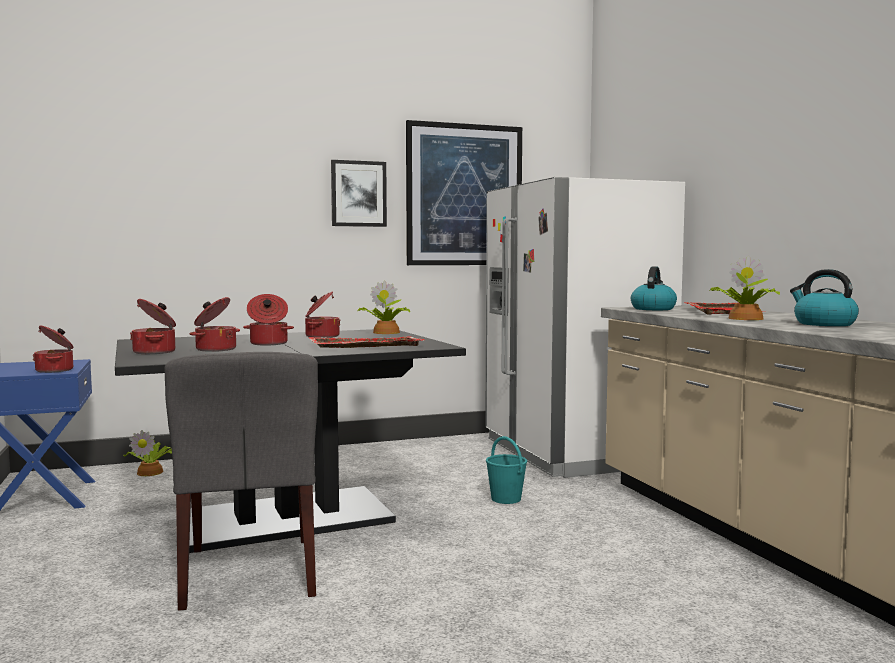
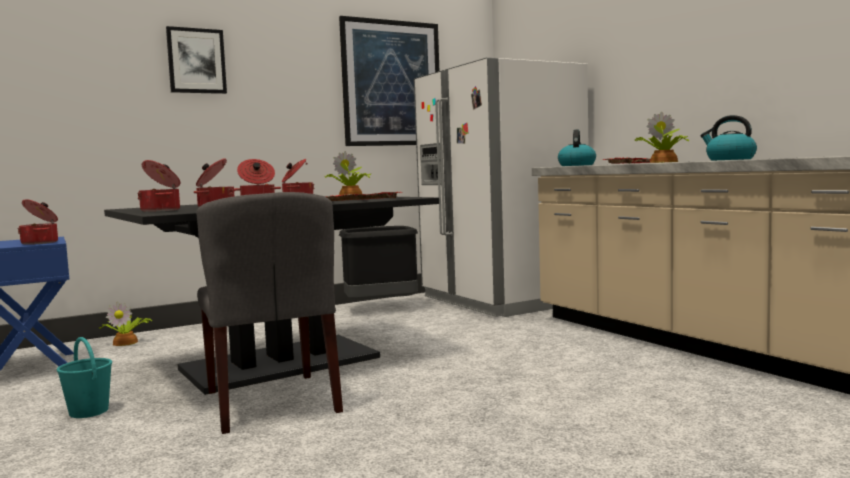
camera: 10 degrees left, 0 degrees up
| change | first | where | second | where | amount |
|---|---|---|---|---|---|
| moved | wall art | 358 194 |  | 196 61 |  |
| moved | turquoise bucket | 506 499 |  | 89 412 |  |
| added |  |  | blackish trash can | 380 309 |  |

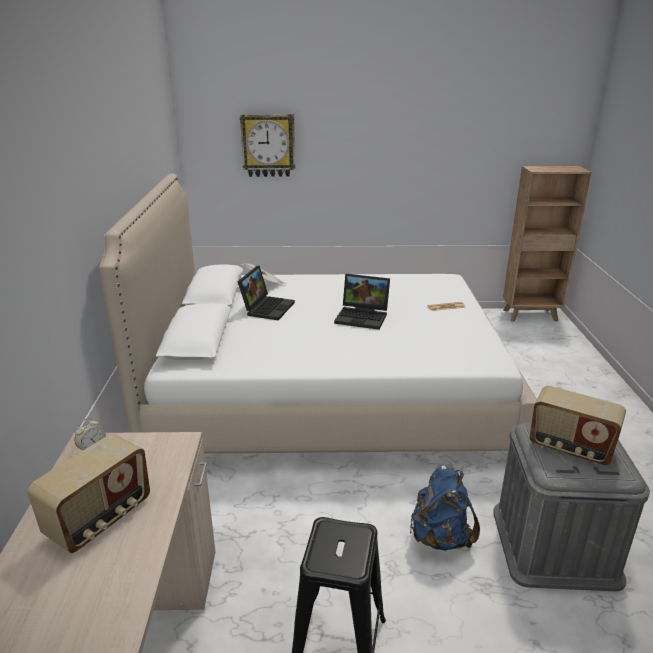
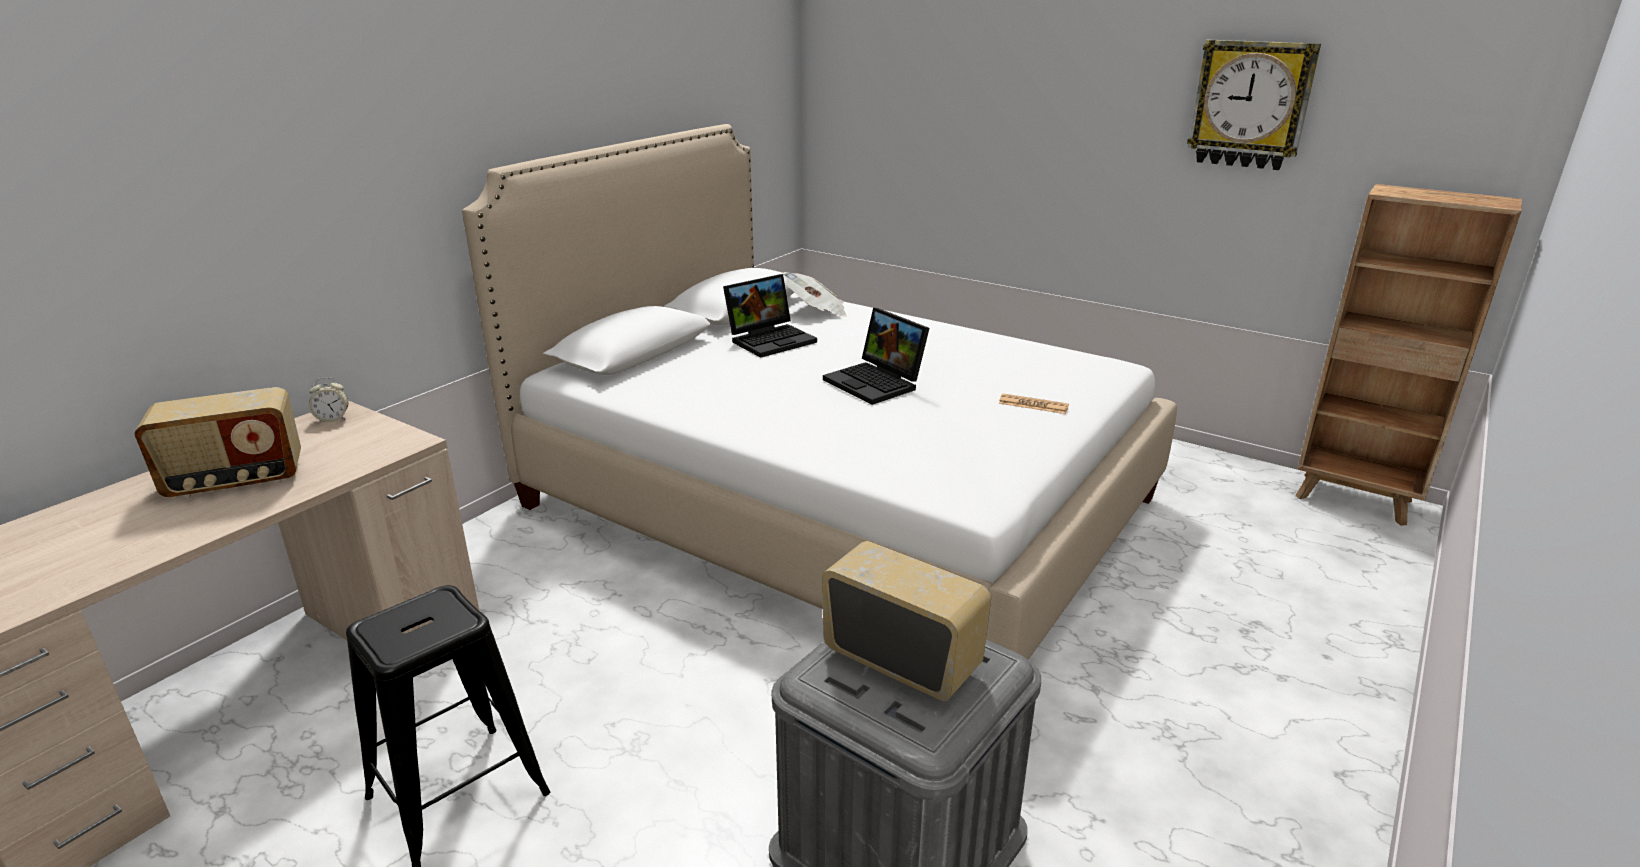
camera: 35 degrees right, 0 degrees up
| change | first | where | second | where | amount |
|---|---|---|---|---|---|
| moved | clock on the wall | 268 145 |  | 1250 104 |  |
| removed | bluish knapsack | 440 537 |  |  |  |
| turned | radio receiver | 570 448 |  | 902 660 | 150 degrees clockwise |

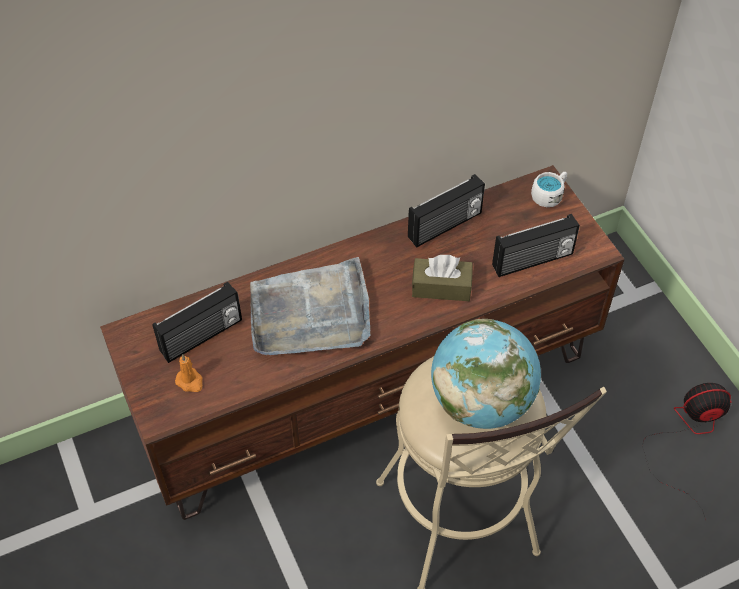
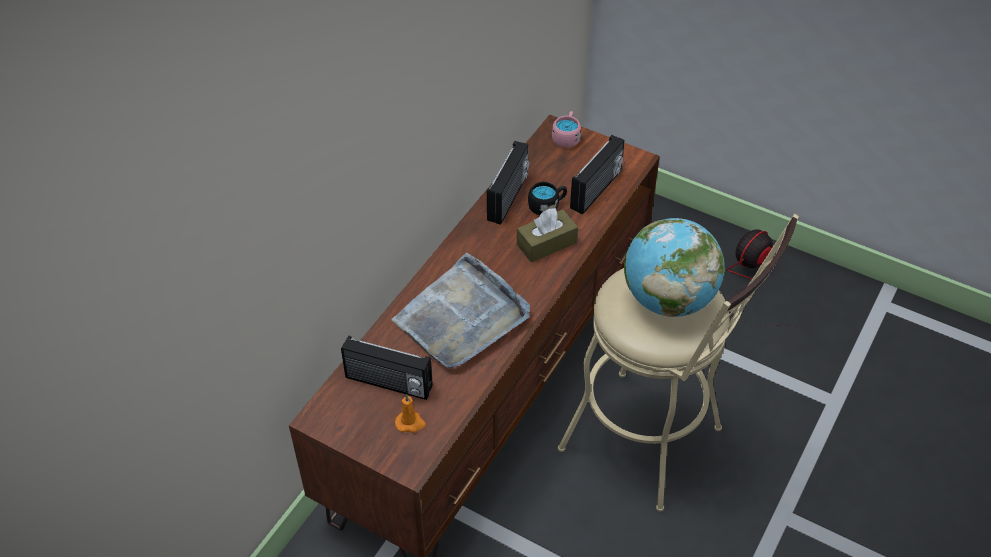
camera: 35 degrees left, 5 degrees down
| change | first | where | second | where | amount |
|---|---|---|---|---|---|
| turned | radio receiver | 202 337 |  | 388 383 | 90 degrees clockwise |
| recoloured | white-coloured coffee mug | 549 195 | pink coffee mug | 566 137 |  |
| added |  |  | blackish coffee mug | 547 206 |  |

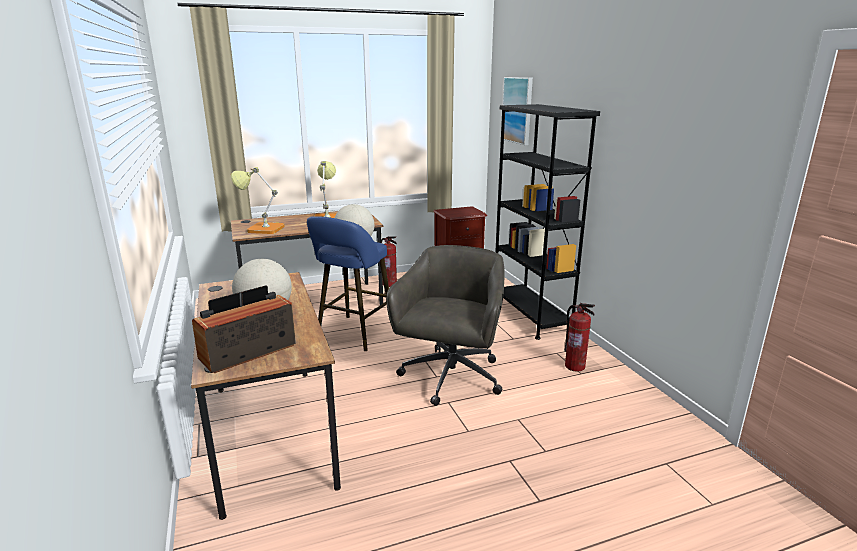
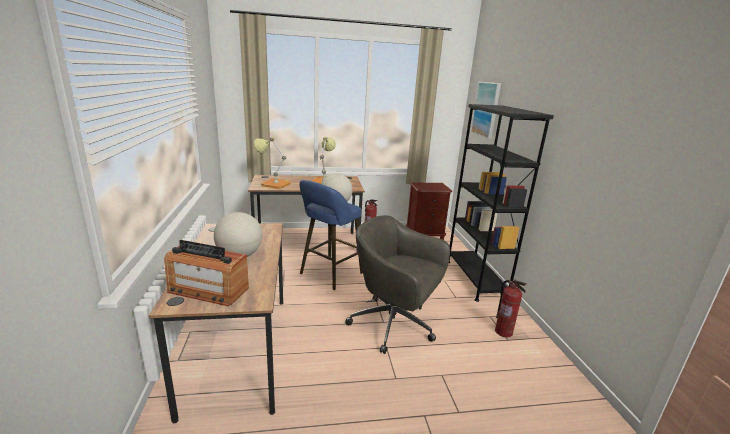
camera: 10 degrees right, 0 degrees up
| change | first | where | second | where | amount |
|---|---|---|---|---|---|
| turned | radio receiver | 248 351 |  | 208 290 | 135 degrees counterclockwise |
| turned | grey computer chair | 450 378 |  | 394 325 | 90 degrees counterclockwise |

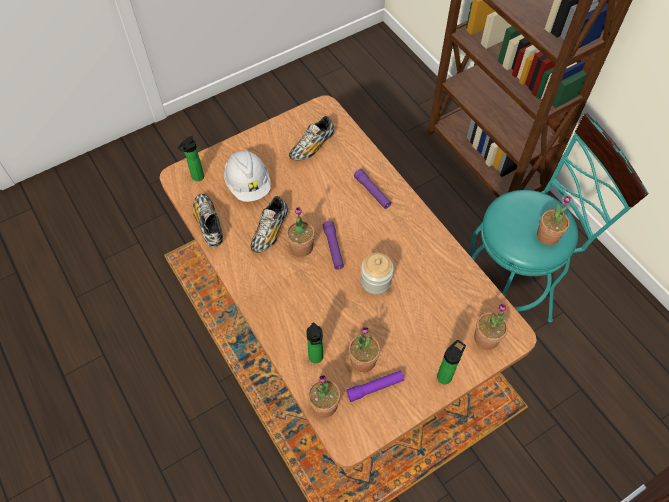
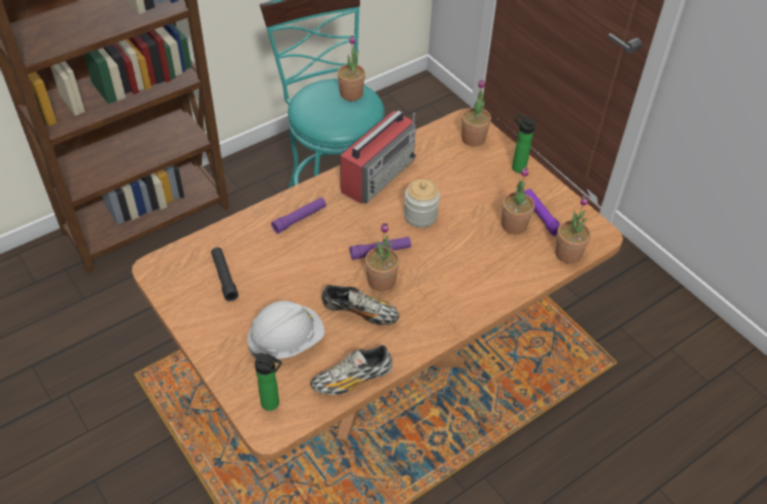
camera: 95 degrees left, 10 degrees down
| change | first | where | second | where | amount |
|---|---|---|---|---|---|
| replaced | low shoe | 312 146 | blackish flashlight | 224 277 |  |
| removed | bottle | 316 359 |  |  |  |
| added |  |  | radio receiver | 378 174 |  |

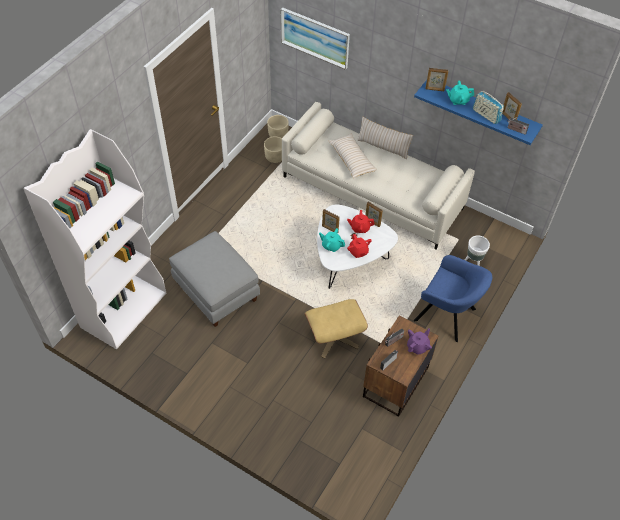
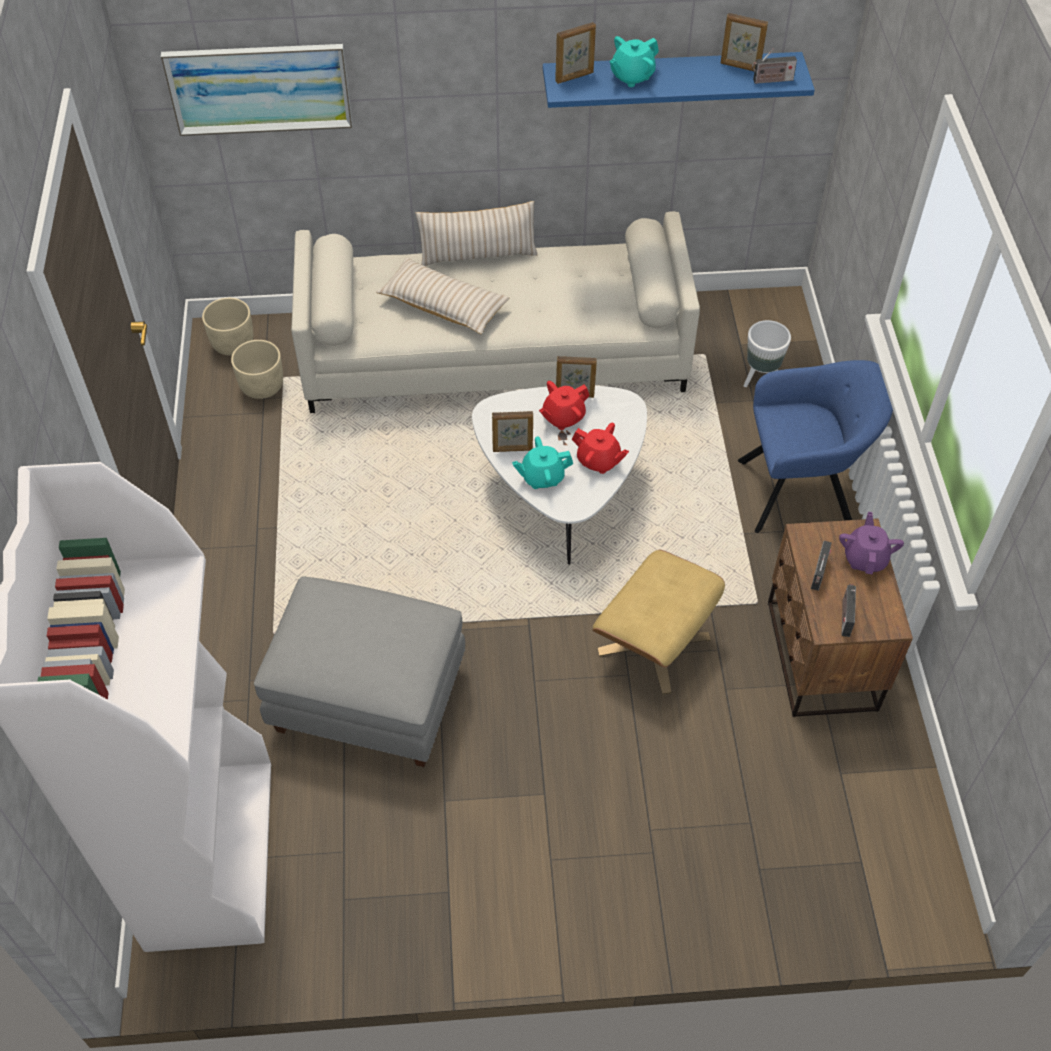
camera: 35 degrees left, 0 degrees up
| change | first | where | second | where | amount |
|---|---|---|---|---|---|
| removed | radio receiver | 486 115 |  |  |  |

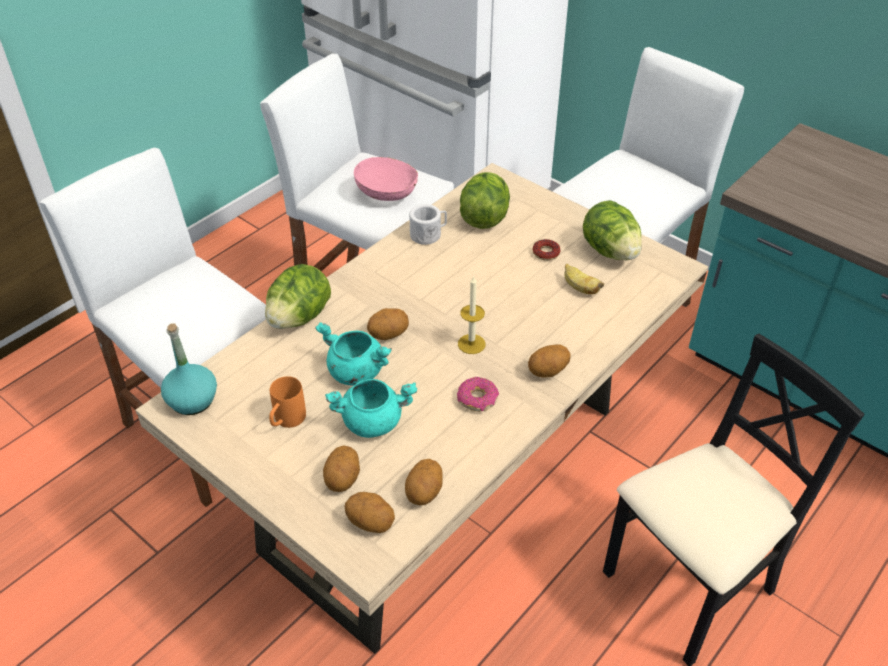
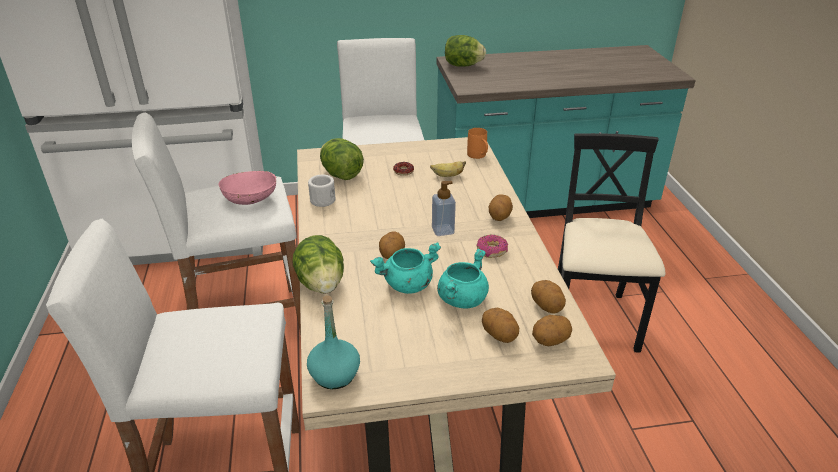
camera: 50 degrees left, 10 degrees down
| change | first | where | second | where | amount |
|---|---|---|---|---|---|
| moved | orange coffee mug | 286 421 |  | 478 156 |  |
| replaced | wax candle | 471 344 | liquid soap bottle | 443 230 |  |
| moved | lettuce | 610 251 |  | 463 65 |  |

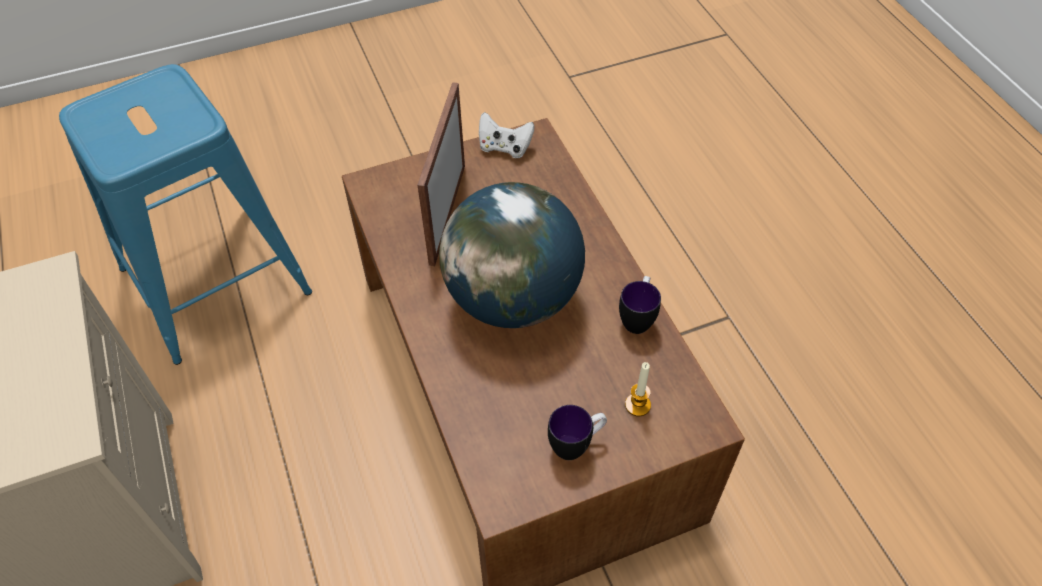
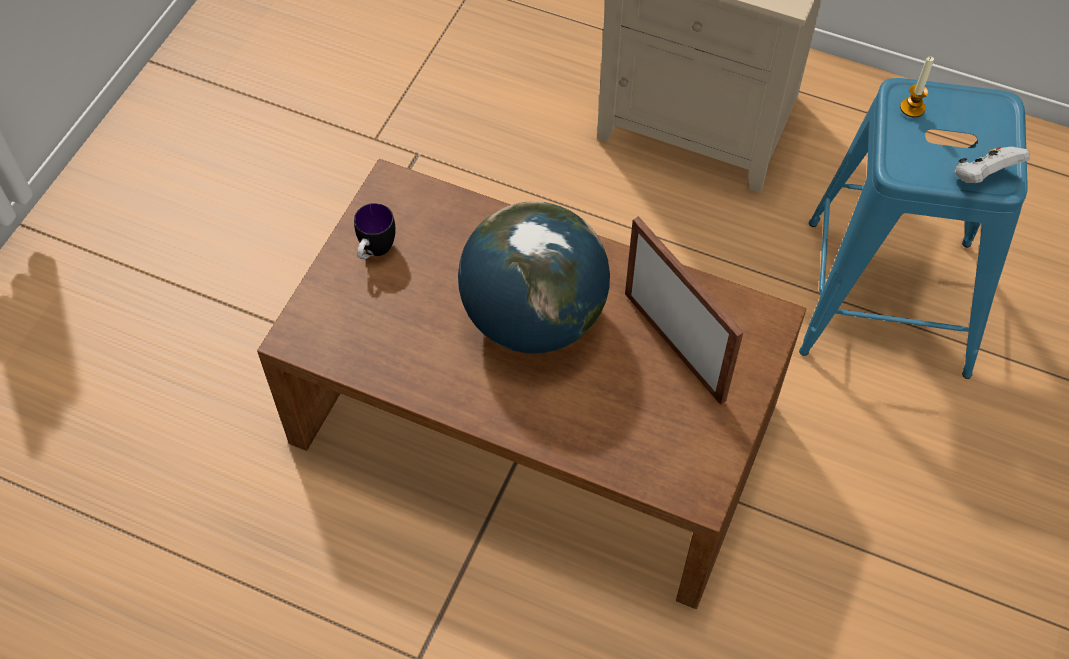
camera: 135 degrees right, 5 degrees up
| change | first | where | second | where | amount |
|---|---|---|---|---|---|
| moved | white-coloured gamepad | 505 148 |  | 983 176 |  |
| removed | coffee mug | 638 318 |  |  |  |
| moved | wax candle | 637 405 |  | 912 108 |  |

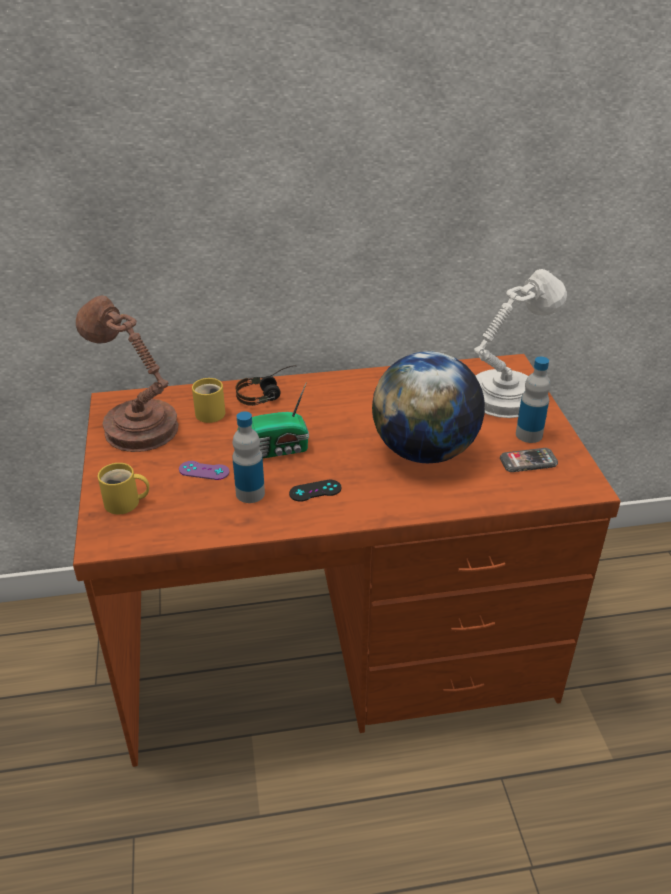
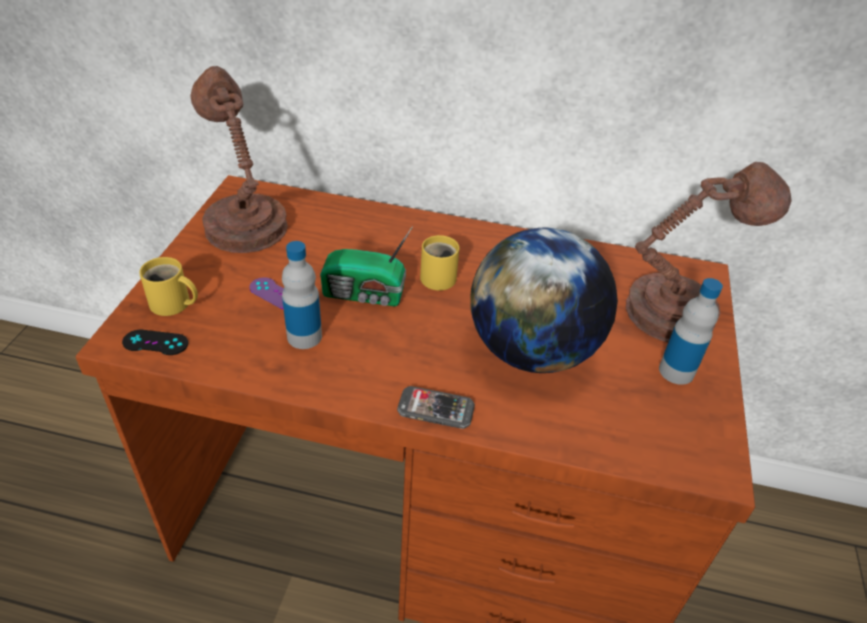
camera: 20 degrees right, 5 degrees up
| change | first | where | second | where | amount |
|---|---|---|---|---|---|
| moved | yellowish coffee mug | 211 412 |  | 440 276 |  |
| removed | headphones | 268 393 |  |  |  |
| moved | blackish gamepad | 315 491 |  | 155 343 |  |
| recoloured | white-coloured table lamp | 507 395 | brown table lamp | 677 311 |  |
| moved | phone | 528 462 |  | 435 409 |  |

